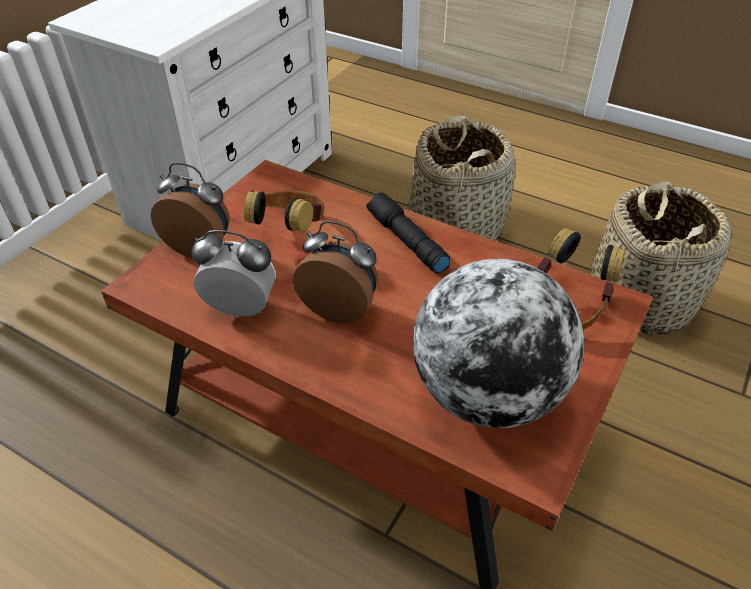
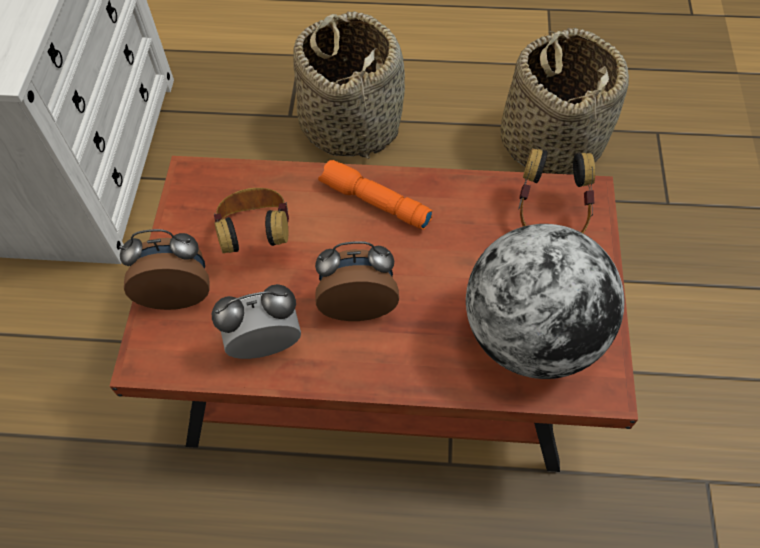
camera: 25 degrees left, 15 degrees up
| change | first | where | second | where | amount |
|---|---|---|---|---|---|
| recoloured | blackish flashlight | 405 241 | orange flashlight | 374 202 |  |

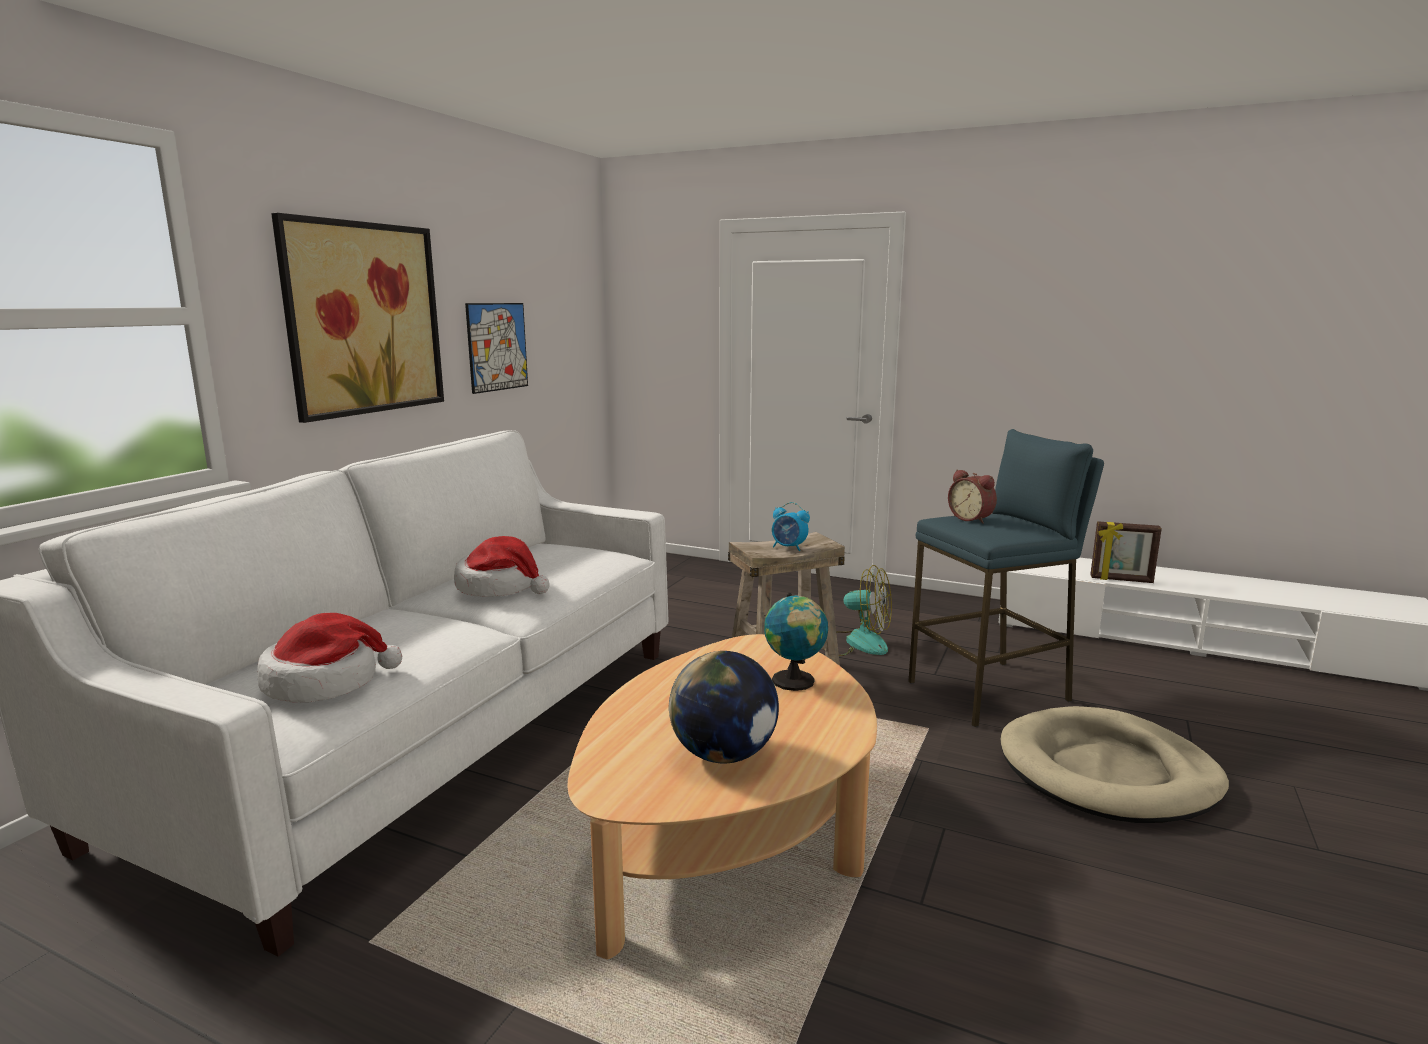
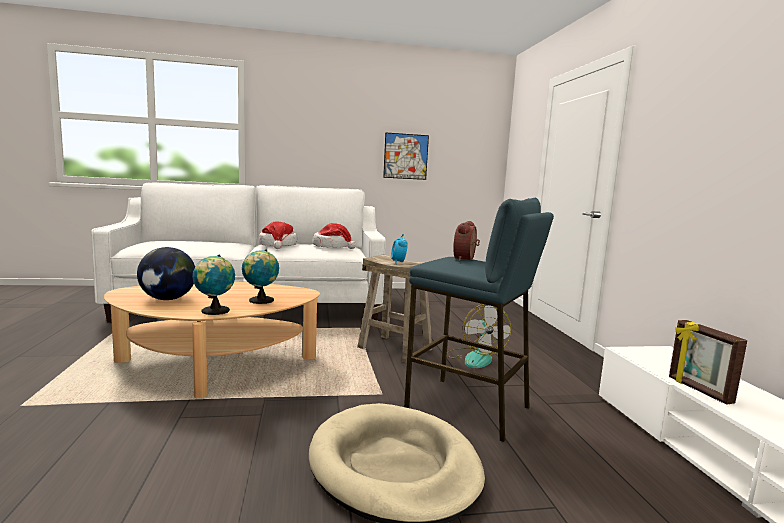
camera: 55 degrees right, 5 degrees down
| change | first | where | second | where | amount |
|---|---|---|---|---|---|
| moved | hat | 325 682 |  | 332 246 |  |
| removed | wall art | 364 319 |  |  |  |
| added |  |  | world globe | 214 311 |  |

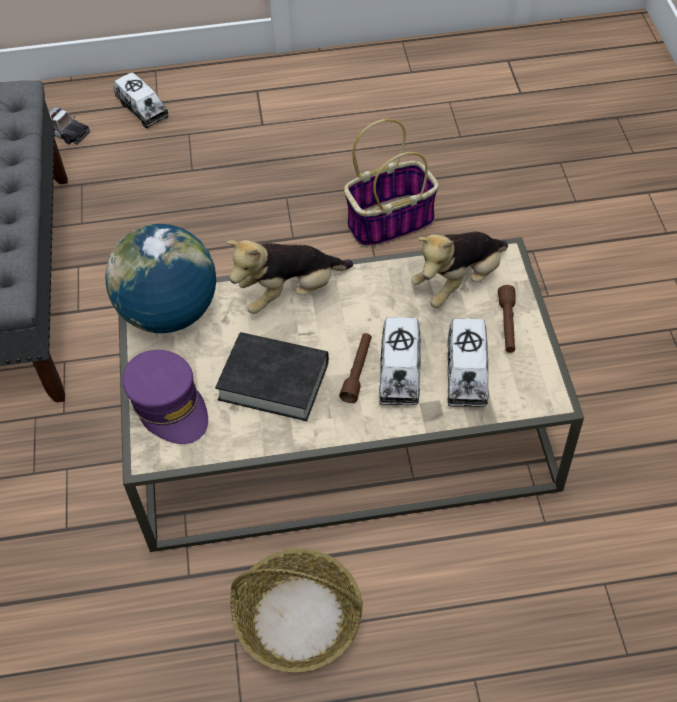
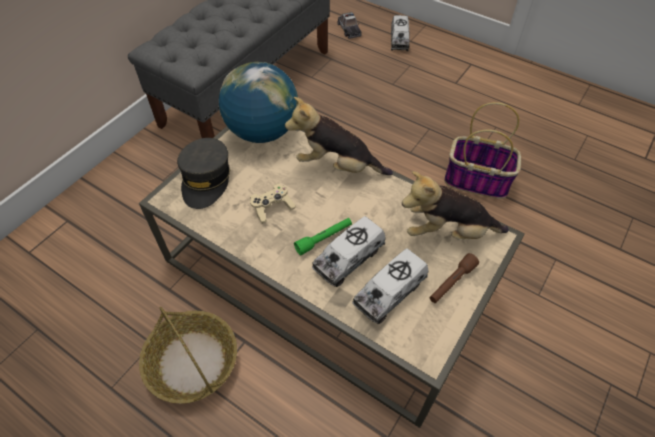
camera: 40 degrees right, 0 degrees up
| change | first | where | second | where | amount |
|---|---|---|---|---|---|
| recoloured | purple cap | 169 405 | grey cap | 206 179 |  |
| replaced | blackish bound book | 274 381 | beige-coloured gamepad | 272 208 |  |
| recoloured | brown flashlight | 357 371 | green flashlight | 324 239 |  |

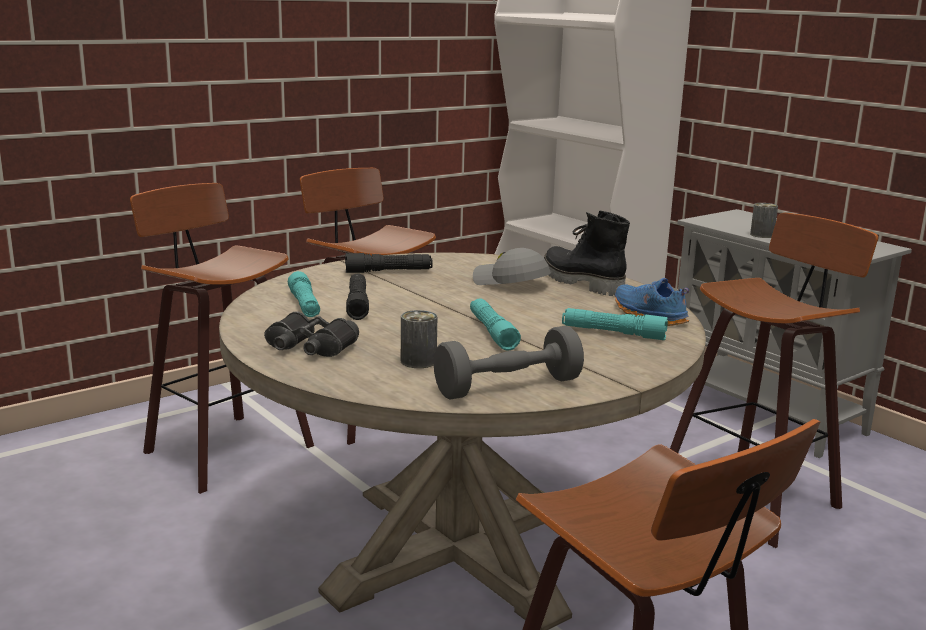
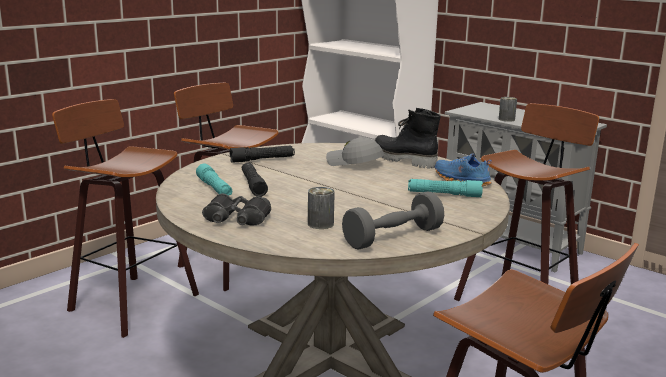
camera: 10 degrees left, 0 degrees up
| change | first | where | second | where | amount |
|---|---|---|---|---|---|
| removed | turquoise flashlight | 492 332 |  |  |  |

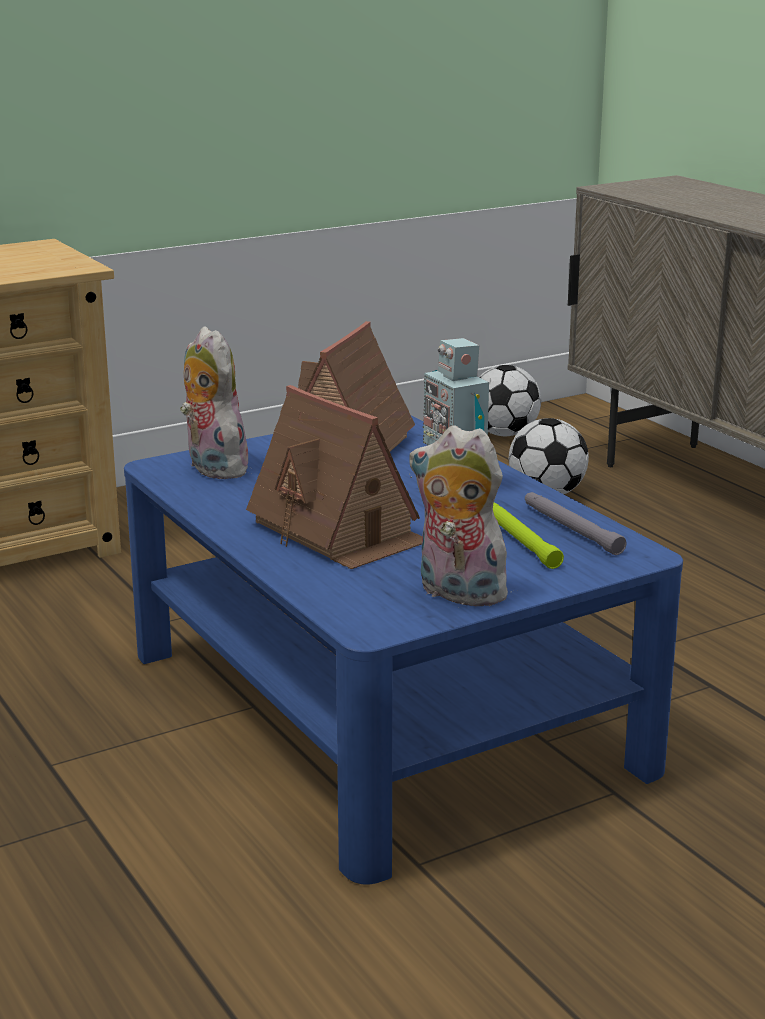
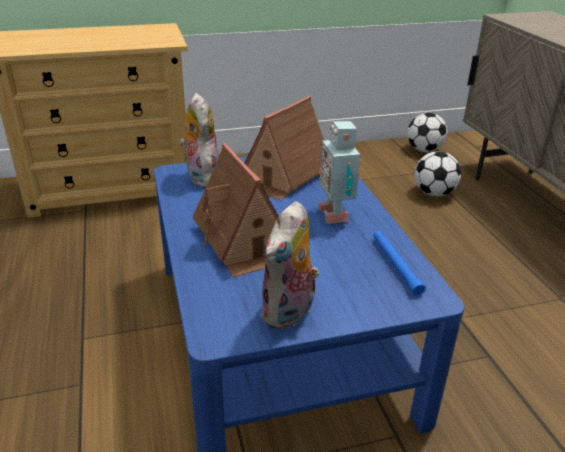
camera: 15 degrees right, 10 degrees up
| change | first | where | second | where | amount |
|---|---|---|---|---|---|
| turned | soft toy | 457 594 |  | 289 314 | 105 degrees counterclockwise |
| removed | green flashlight | 518 539 |  |  |  |
| recoloured | grey flashlight | 570 529 | bluish flashlight | 395 264 |  |

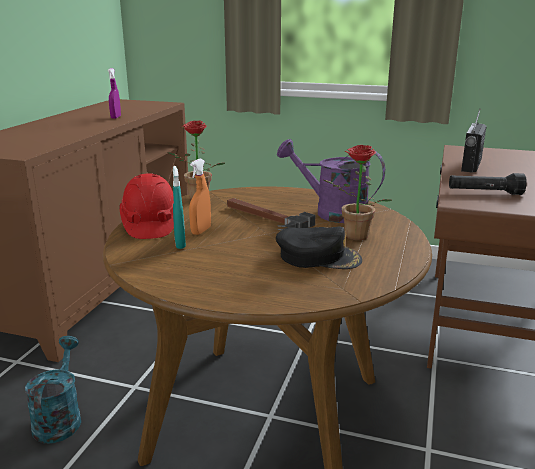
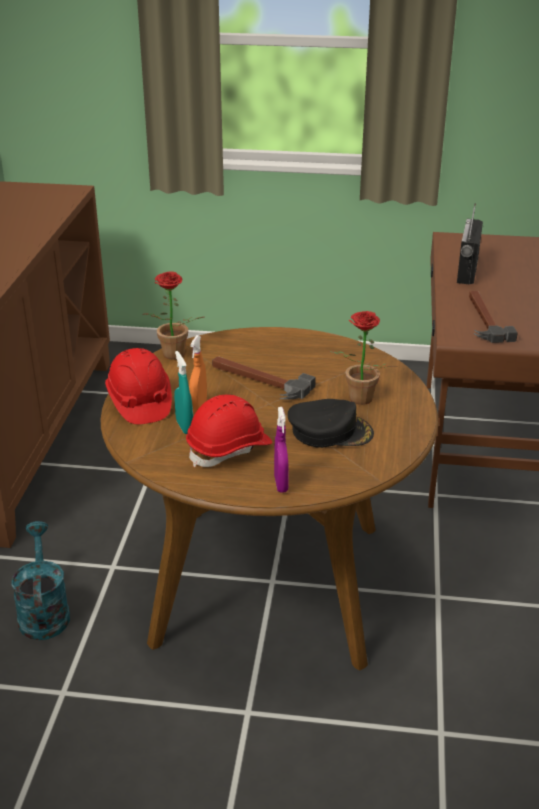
camera: 10 degrees left, 10 degrees up
| change | first | where | second | where | amount |
|---|---|---|---|---|---|
| moved | purple spray bottle | 116 117 |  | 281 484 |  |
| removed | purple sprinkling can | 332 212 |  |  |  |
| replaced | blackish flashlight | 484 193 | hammer | 484 319 |  |
| added |  |  | red hard hat | 229 449 |  |

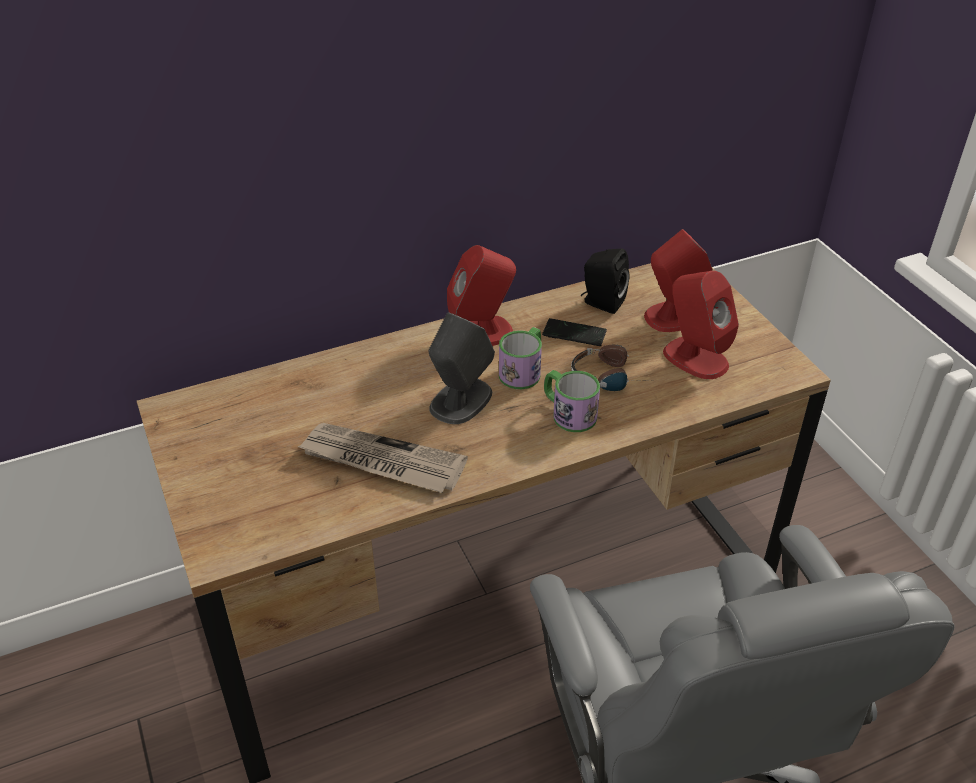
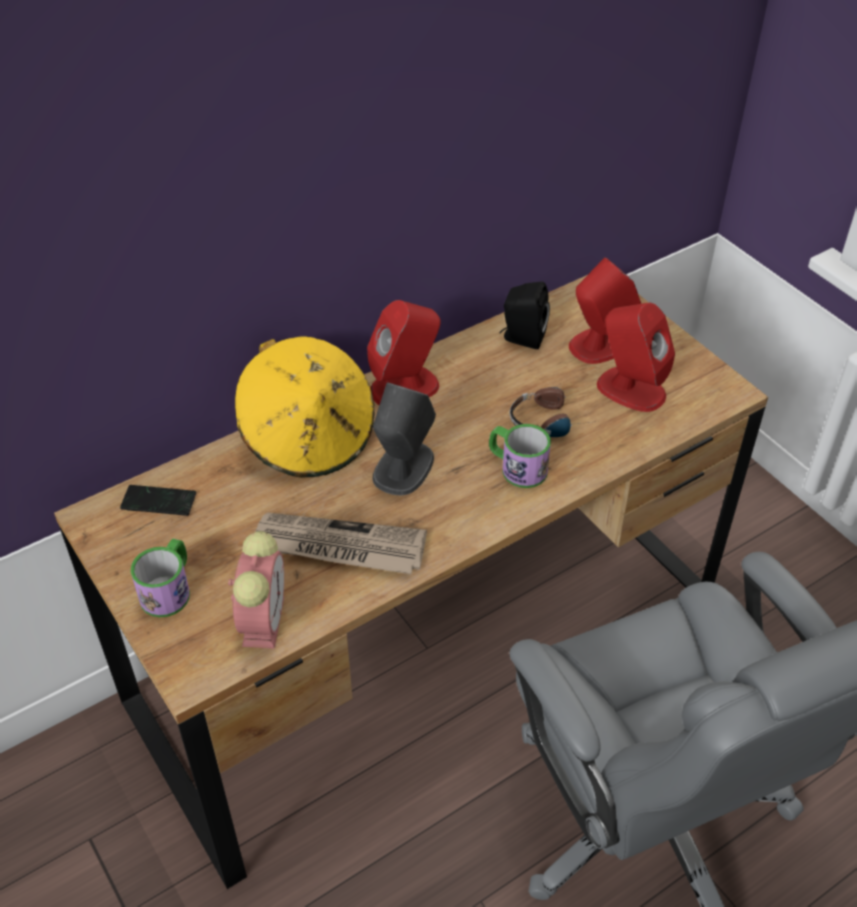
camera: 10 degrees left, 5 degrees up
| change | first | where | second | where | amount |
|---|---|---|---|---|---|
| moved | coffee mug | 523 370 |  | 169 589 |  |
| moved | phone | 574 334 |  | 159 501 |  |
| added |  |  | bedside clock | 263 618 |  |
| added |  |  | yellowish hat | 309 438 |  |

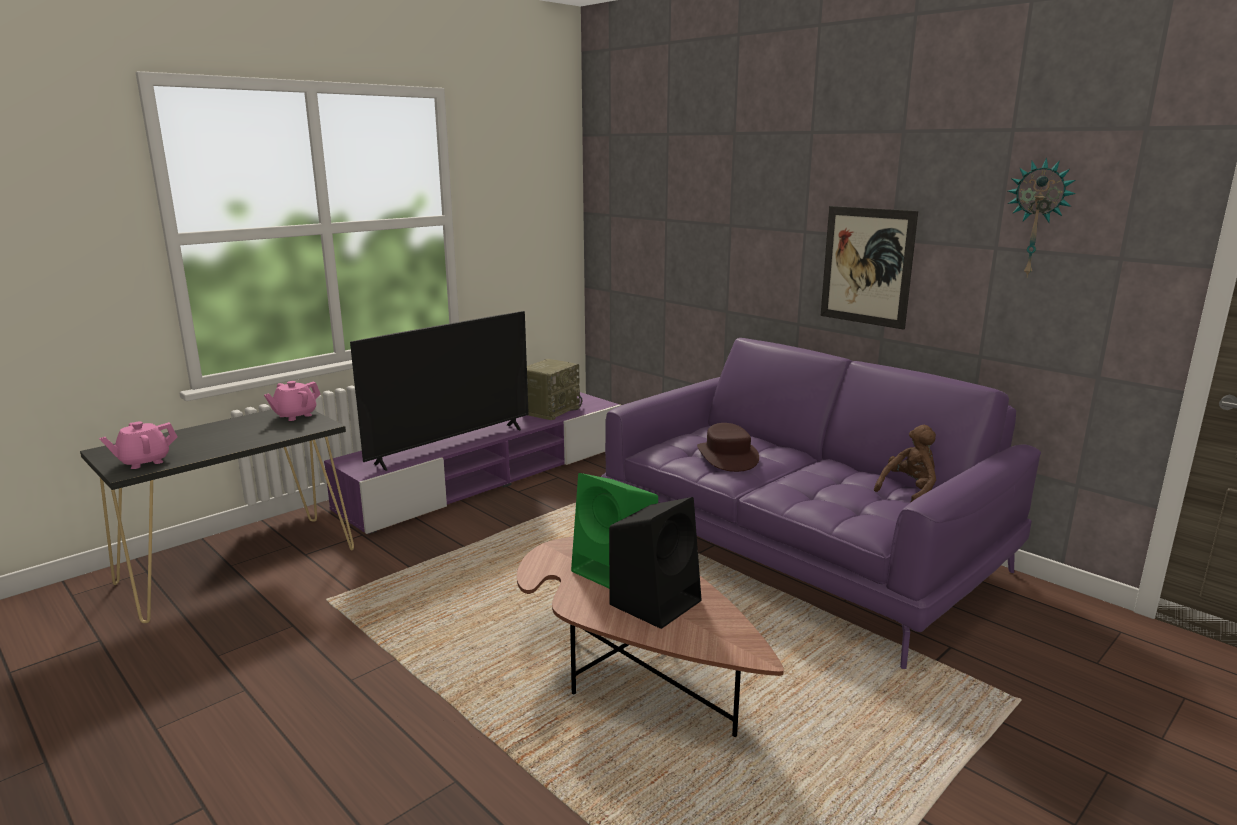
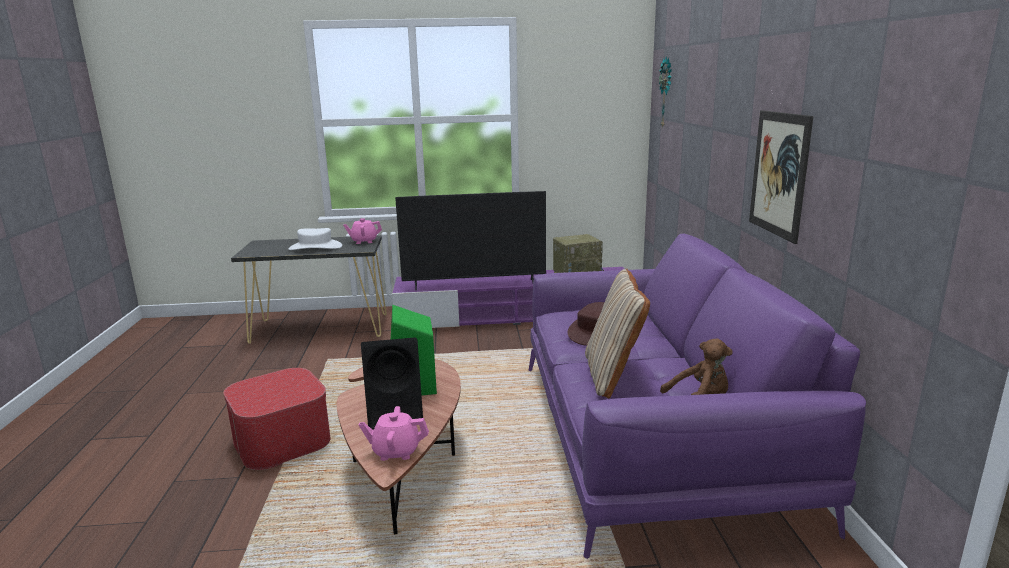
camera: 40 degrees right, 0 degrees up
| change | first | where | second | where | amount |
|---|---|---|---|---|---|
| moved | pink teapot | 144 462 |  | 396 451 |  |
| moved | clock on the wall | 1038 218 |  | 667 92 |  |
| added |  |  | footrest | 282 440 |  |
| added |  |  | white-coloured hat | 315 247 |  |
| added |  |  | beige-coloured cushion | 613 375 |  |

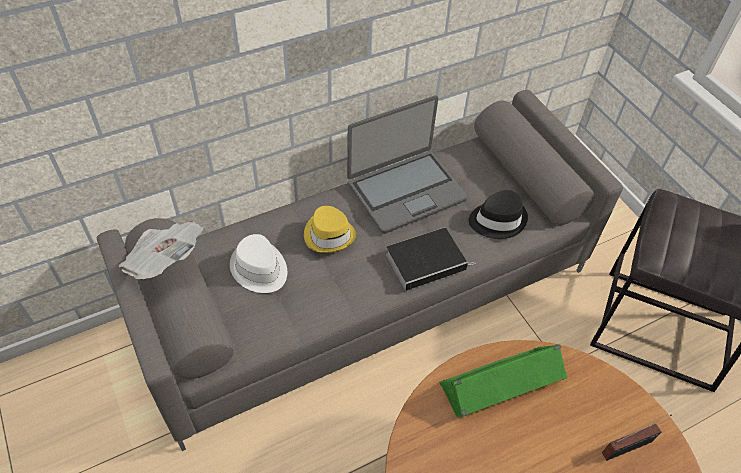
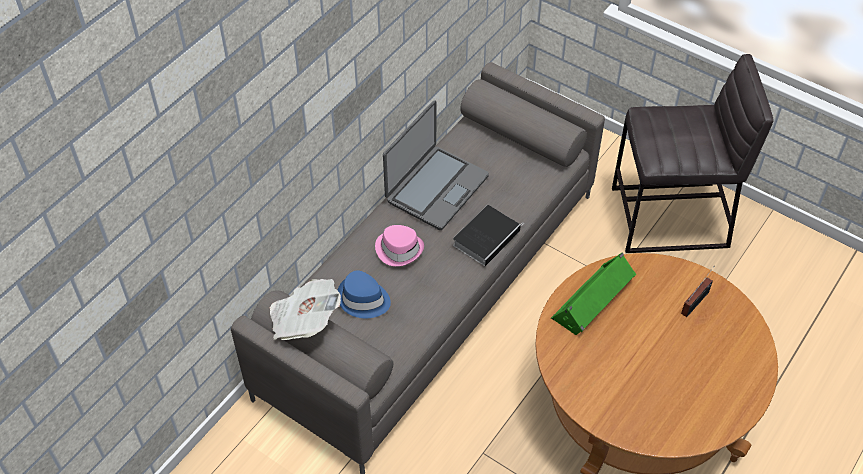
camera: 25 degrees left, 0 degrees up
| change | first | where | second | where | amount |
|---|---|---|---|---|---|
| recoloured | white-coloured hat | 259 269 | bluish hat | 363 299 |  |
| recoloured | yellowish hat | 329 234 | pink hat | 399 249 |  |
| removed | blackish hat | 497 220 |  |  |  |

